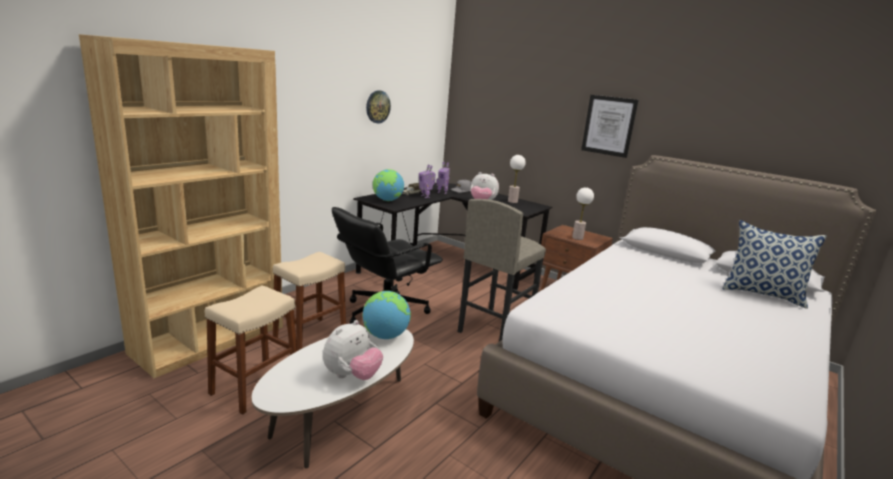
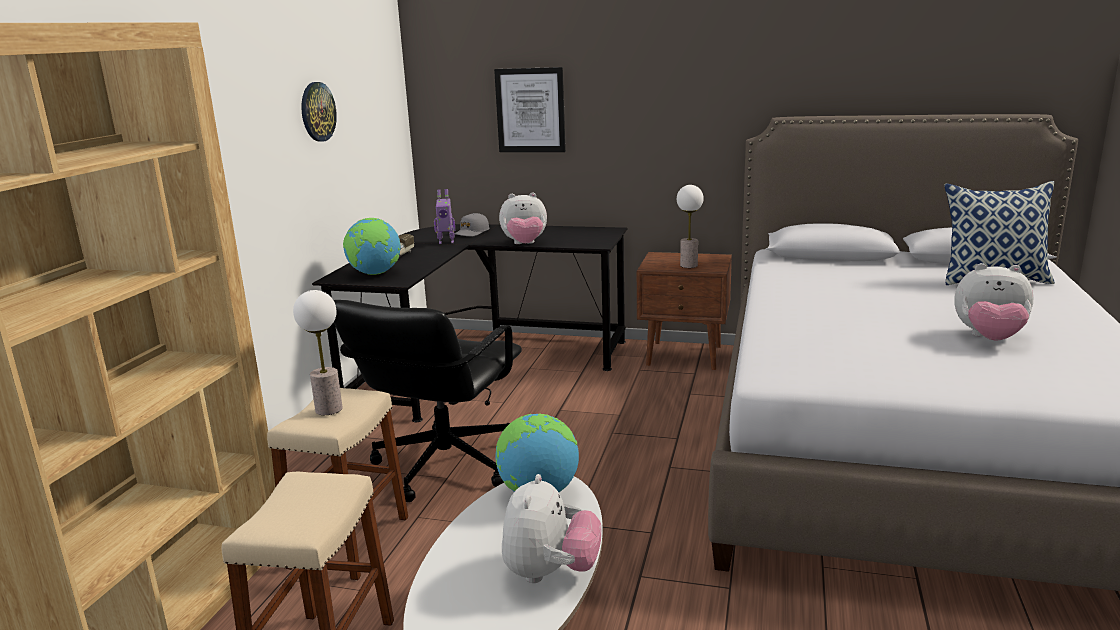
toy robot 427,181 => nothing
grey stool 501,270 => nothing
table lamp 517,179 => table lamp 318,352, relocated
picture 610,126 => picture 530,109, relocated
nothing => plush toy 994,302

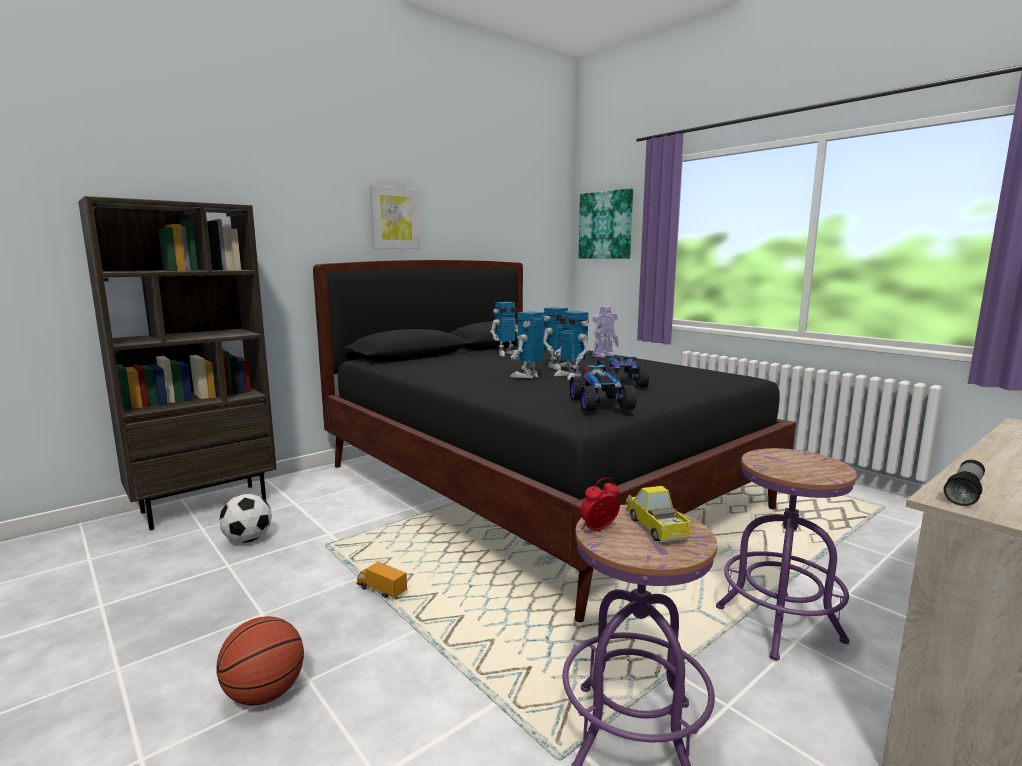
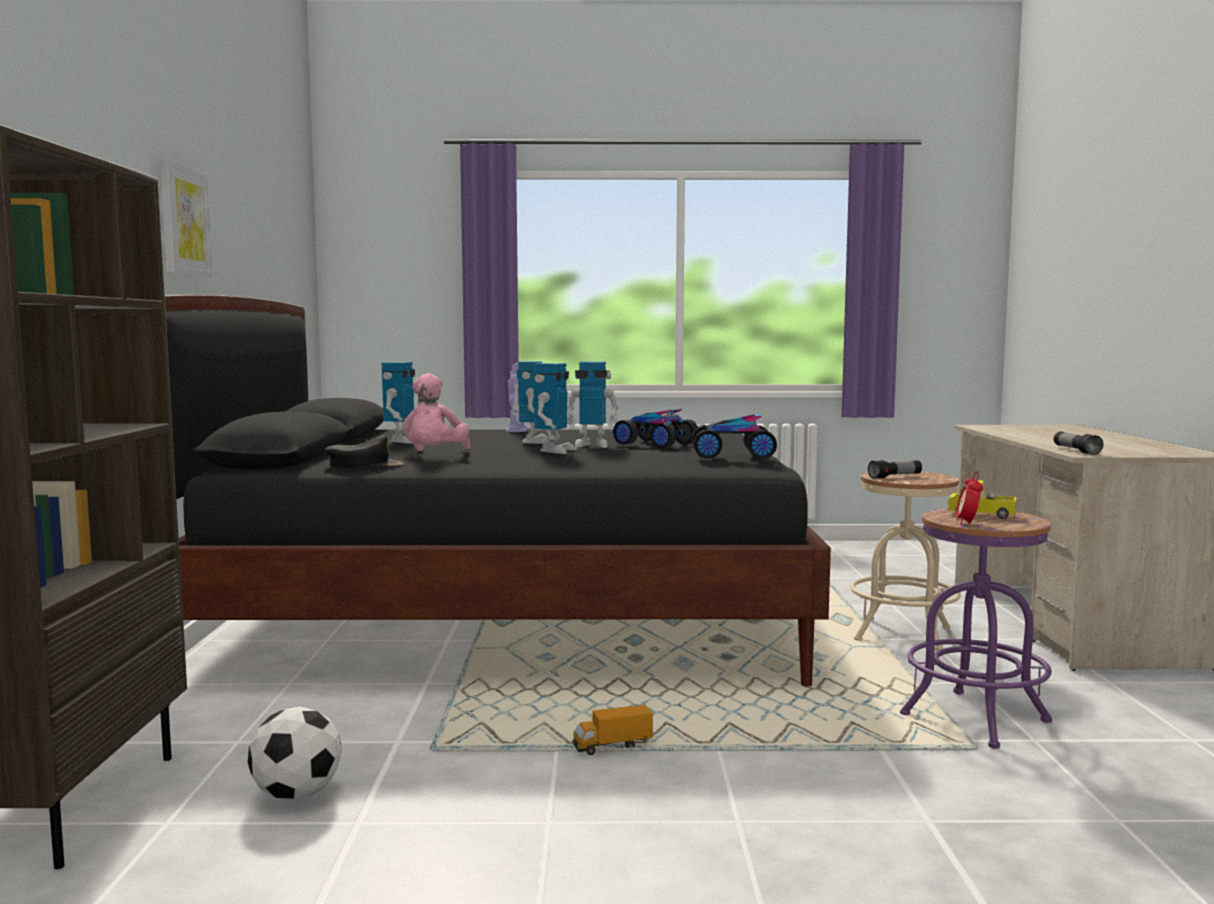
basketball 260,660 => nothing
toy robot 527,344 => toy robot 555,408, 150 degrees counterclockwise
toy car 603,388 => toy car 734,436, 150 degrees clockwise
picture 606,223 => nothing
purple stool 786,554 => beige stool 905,561
nothing => black cap 365,451
nothing => pink plush toy 436,412
nothing => flashlight 895,469

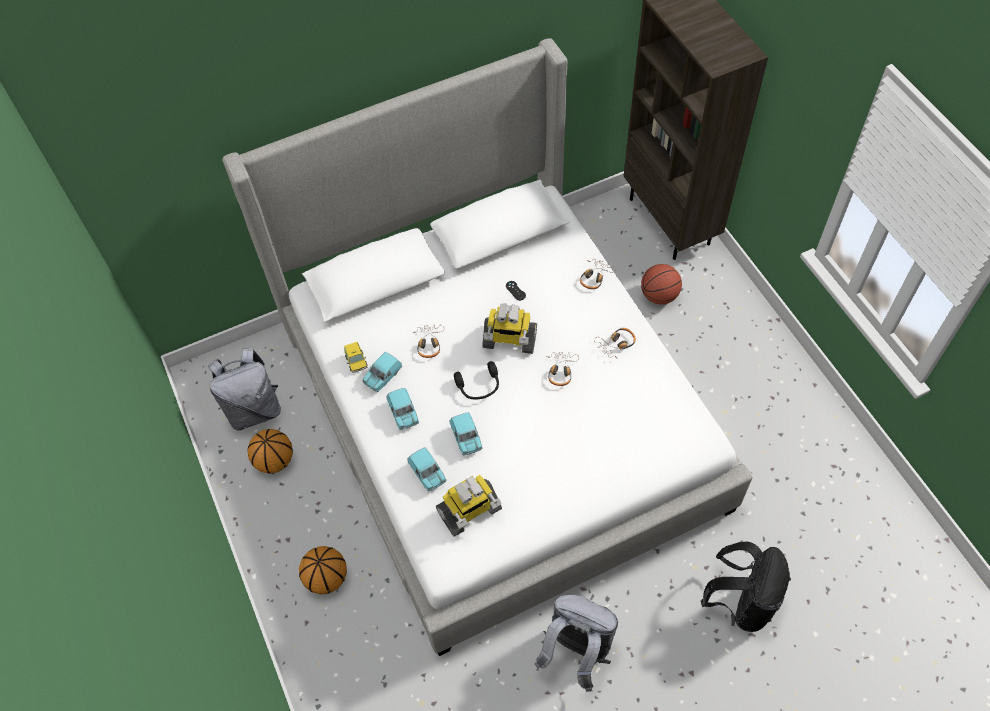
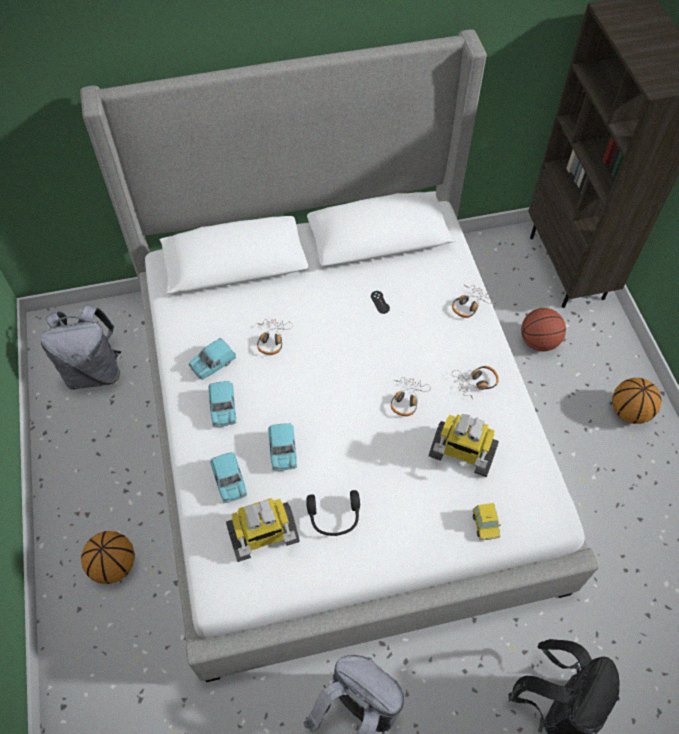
basketball 270,451 => basketball 636,401, relocated
toy car 356,357 => toy car 487,521, relocated
black headphones 476,380 => black headphones 333,513, relocated
toy robot 509,328 => toy robot 464,445, relocated

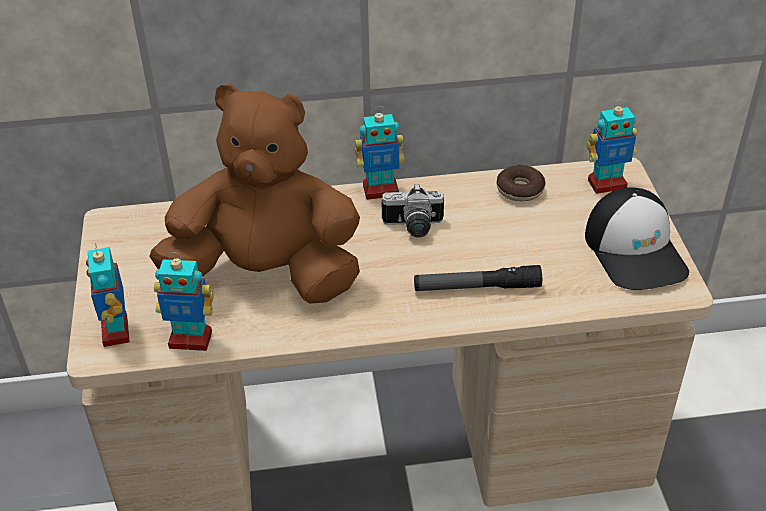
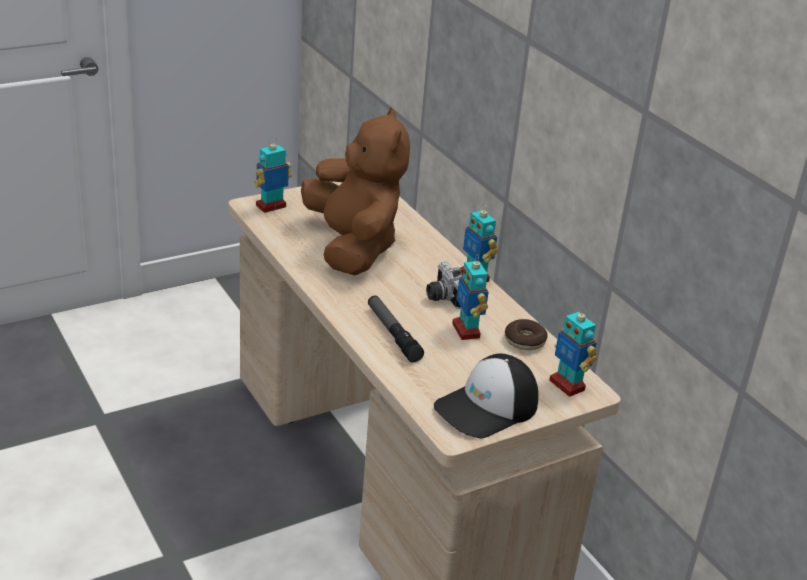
toy robot 184,301 => toy robot 470,297, relocated

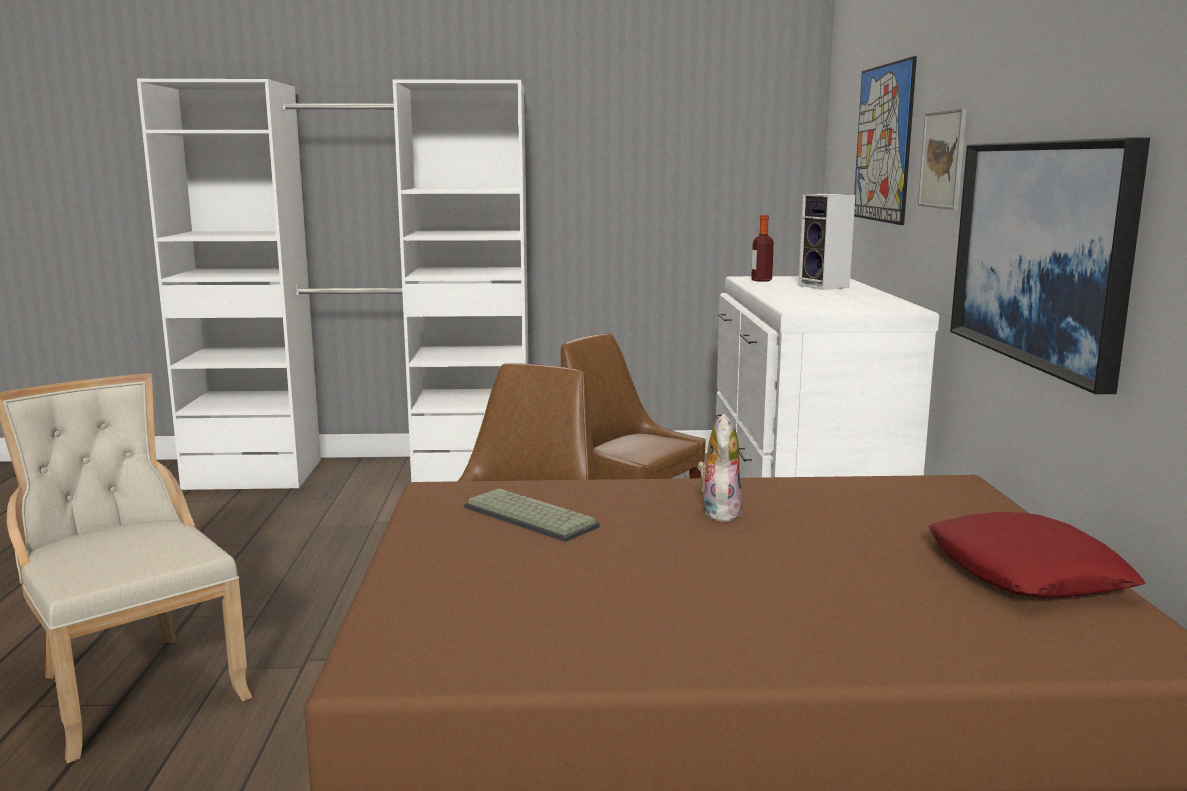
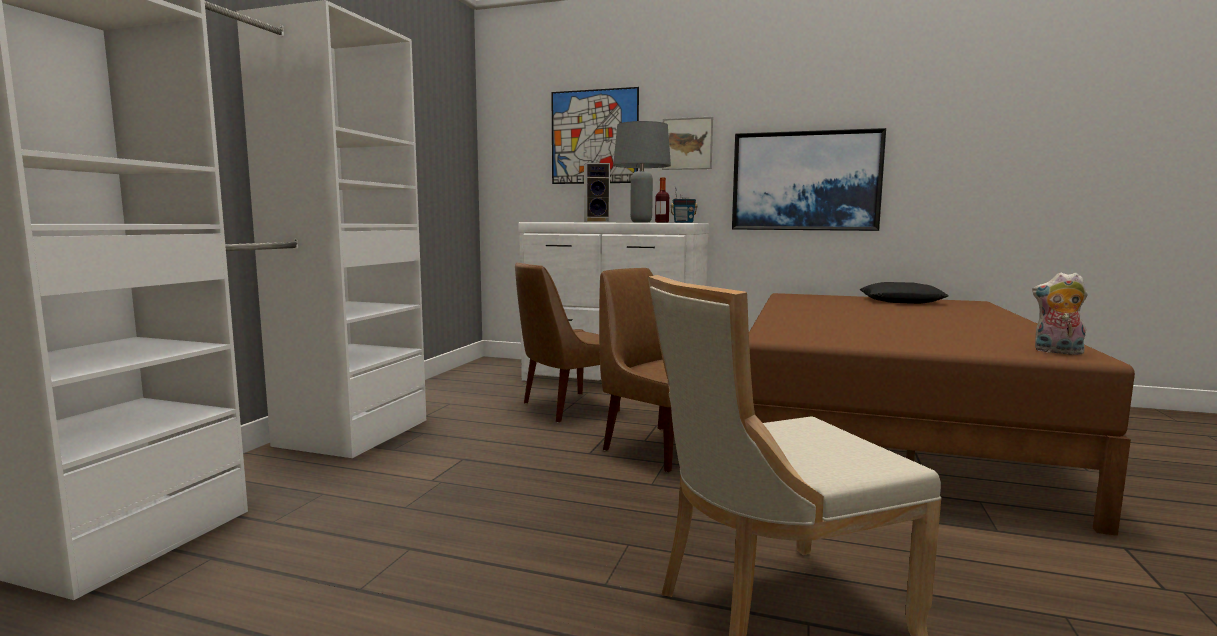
keyboard 532,515 => nothing
plush toy 719,468 => plush toy 1060,313, relocated
bottle 762,248 => bottle 662,200, relocated
red pillow 1036,555 => black pillow 904,293
nothing => grey table lamp 642,172
nothing => radio 684,205

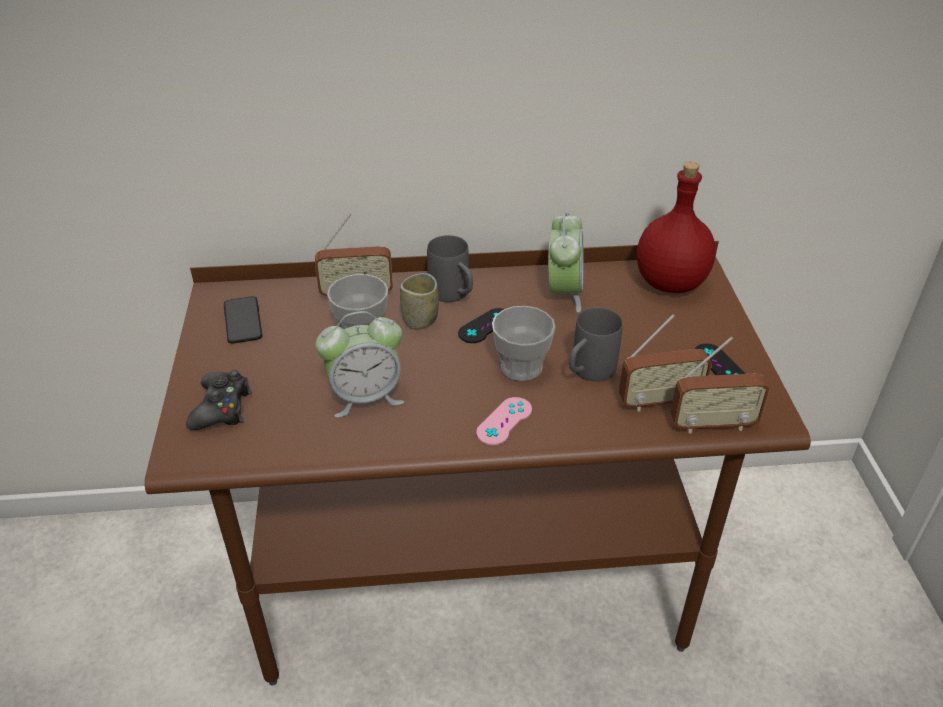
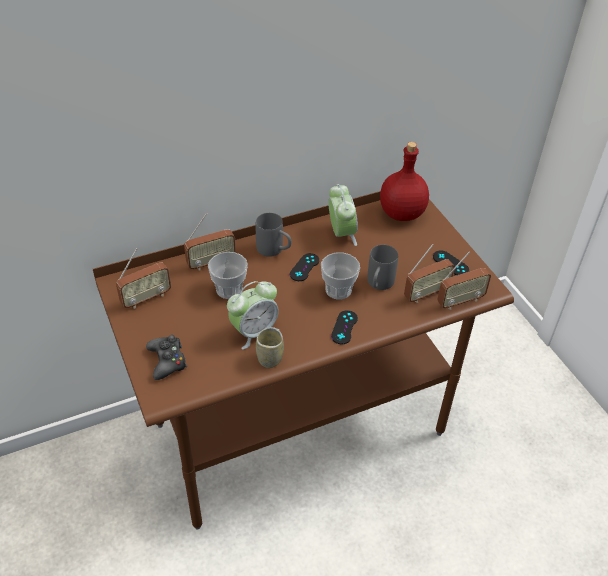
phone 243,320 => radio 143,279
cup 419,301 => cup 270,347, relocated
pink game controller 504,421 => black game controller 344,327

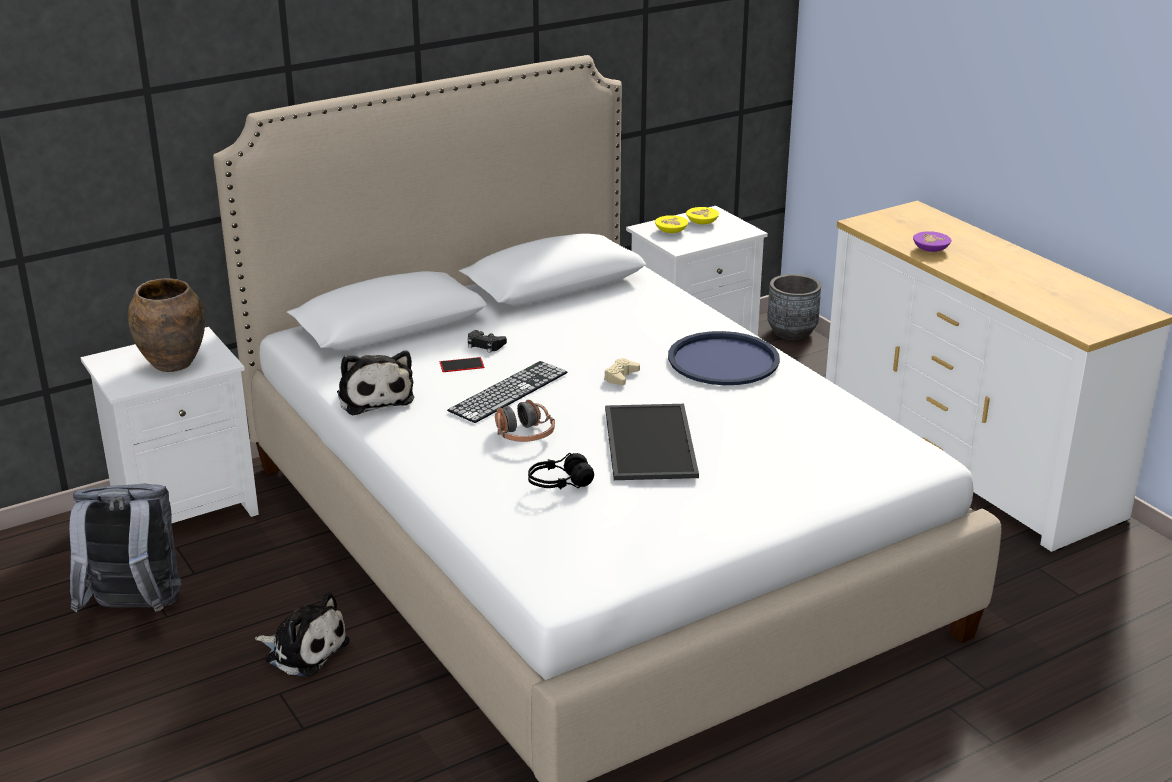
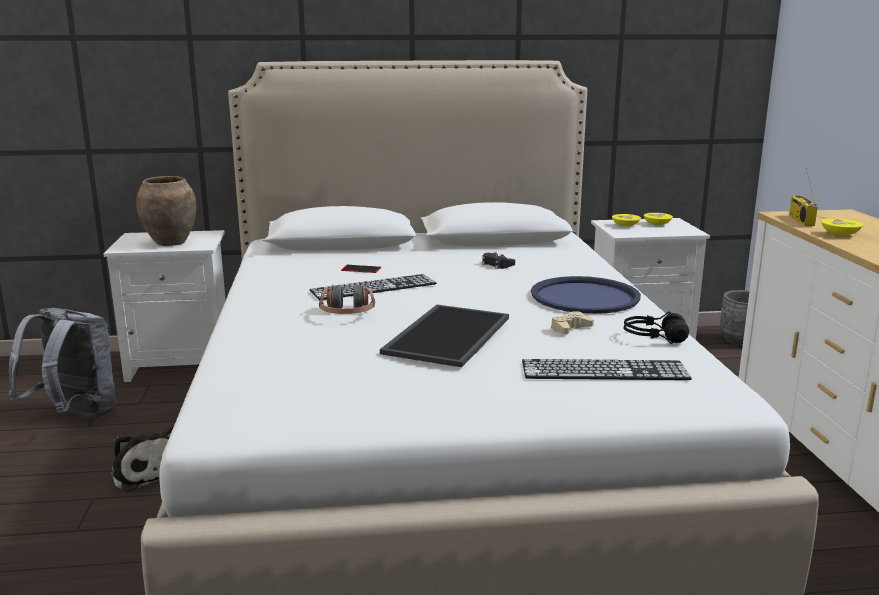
plush toy 376,383 => nothing
black game controller 487,341 => black game controller 498,260, relocated
black headphones 561,471 => black headphones 656,328, relocated
beige game controller 622,371 => beige game controller 572,322, relocated
purple bowl 932,241 => yellow bowl 842,227
nothing => keyboard 607,369
nothing => radio 803,197

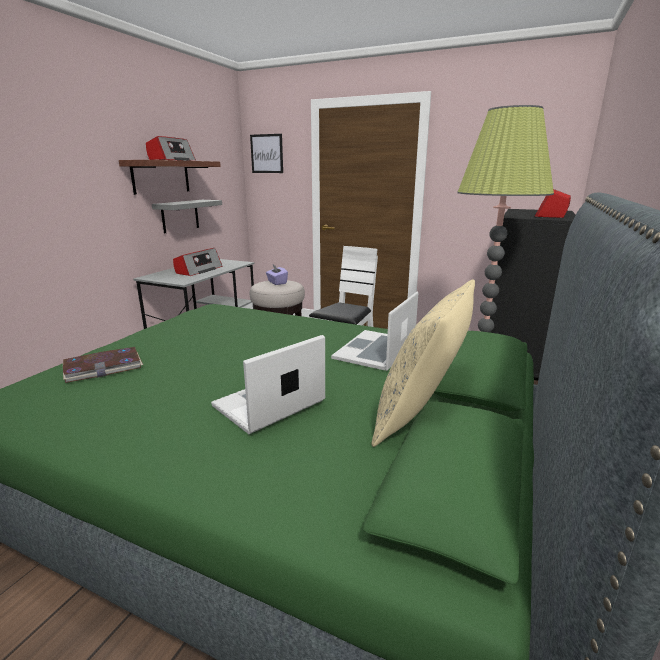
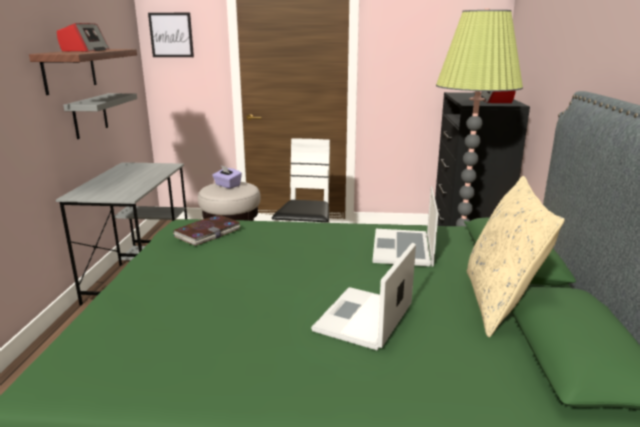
book 103,365 => book 206,230, relocated
radio 198,262 => nothing

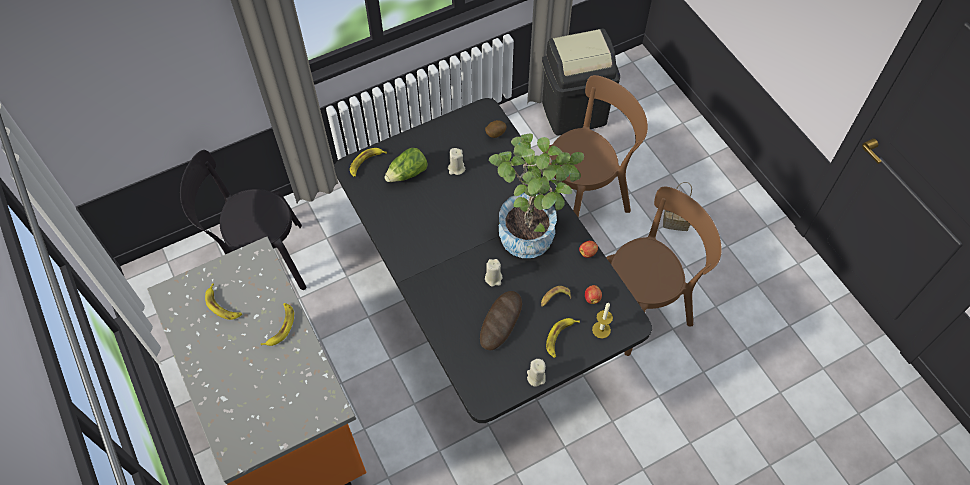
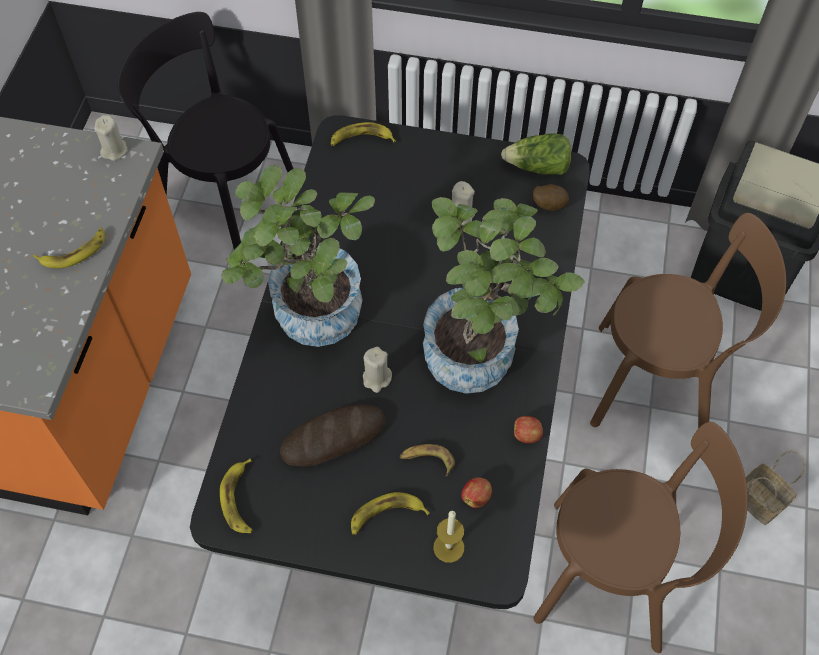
banana 223,301 => banana 236,496, relocated
lettuce 406,165 => lettuce 536,154, relocated
beige candle 536,373 => beige candle 111,138, relocated
nothing => potted plant 298,256

